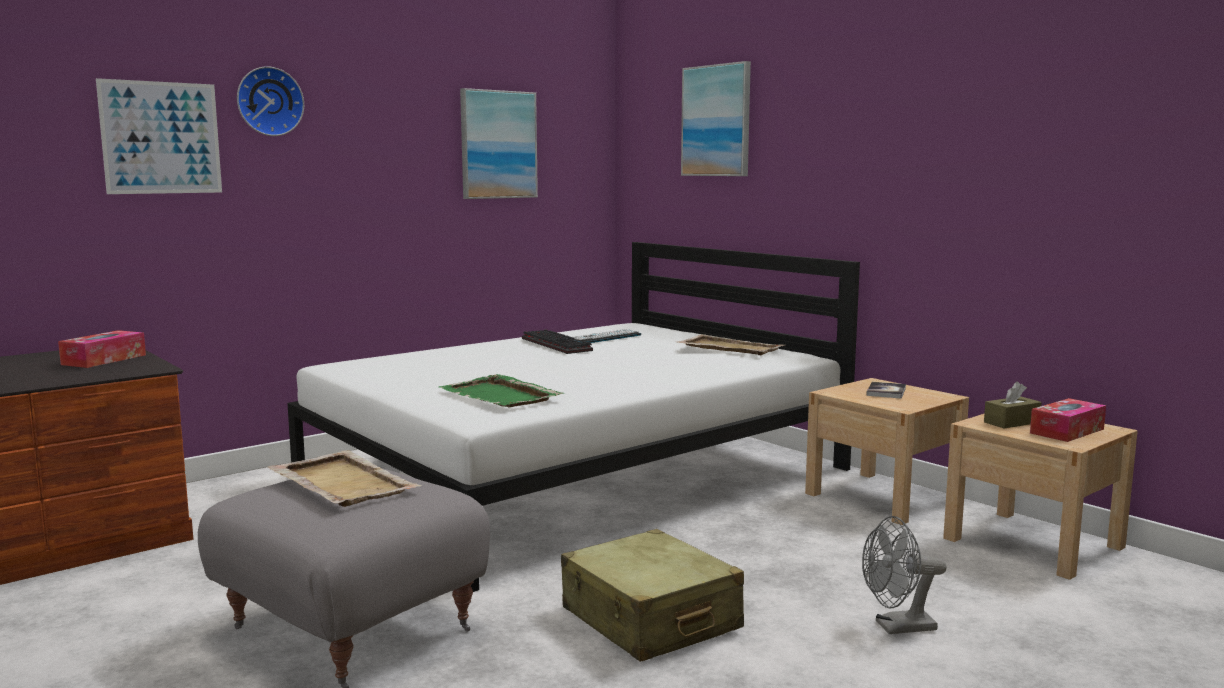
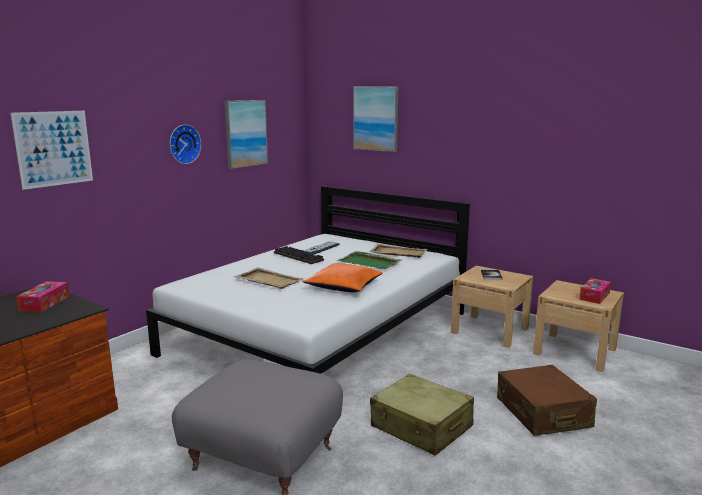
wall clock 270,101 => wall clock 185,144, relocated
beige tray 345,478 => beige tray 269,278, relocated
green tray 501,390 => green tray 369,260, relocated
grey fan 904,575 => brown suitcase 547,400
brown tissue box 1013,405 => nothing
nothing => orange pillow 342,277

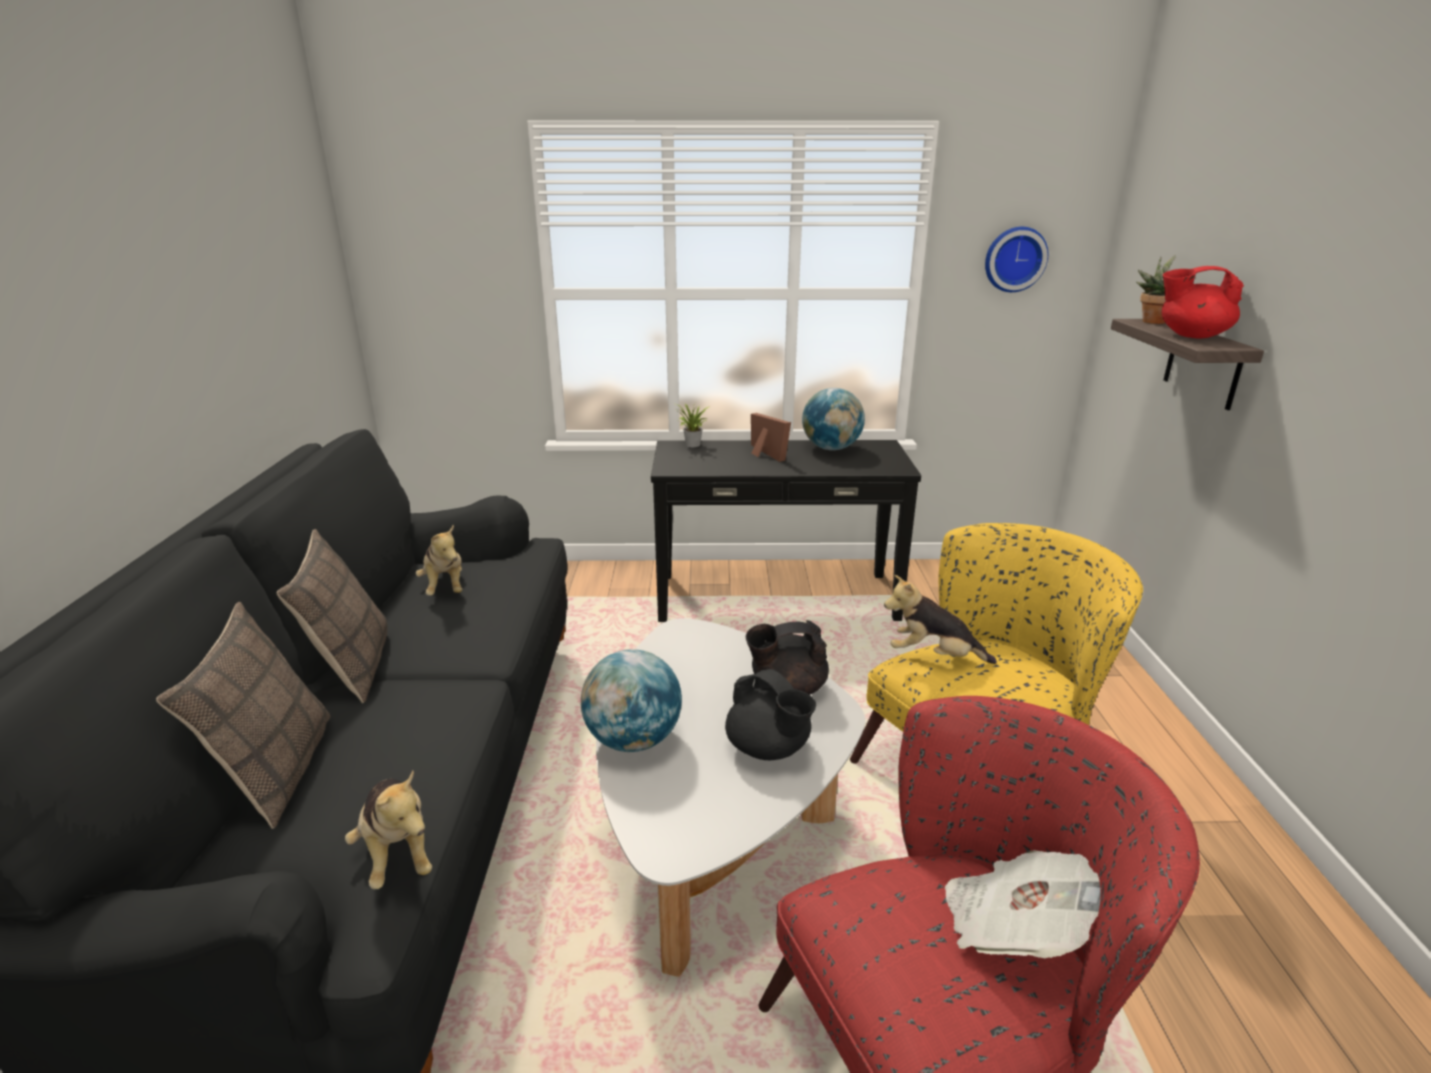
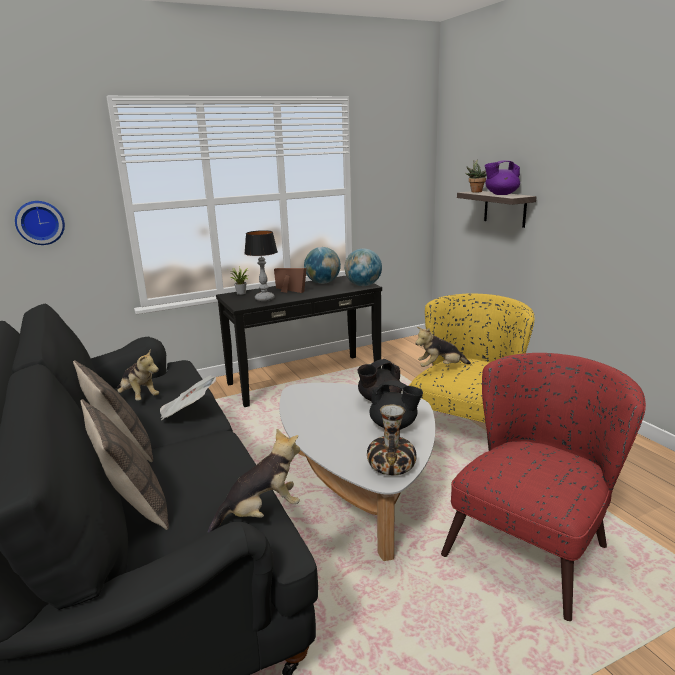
plush toy 388,830 => plush toy 254,481, 60 degrees counterclockwise
globe 631,700 => globe 363,267, relocated
newspaper 1023,904 => newspaper 188,397, relocated
wall clock 1016,259 => wall clock 40,223, relocated
red teapot 1203,302 => purple teapot 502,177
nothing => table lamp 261,265
nothing => vase 392,439

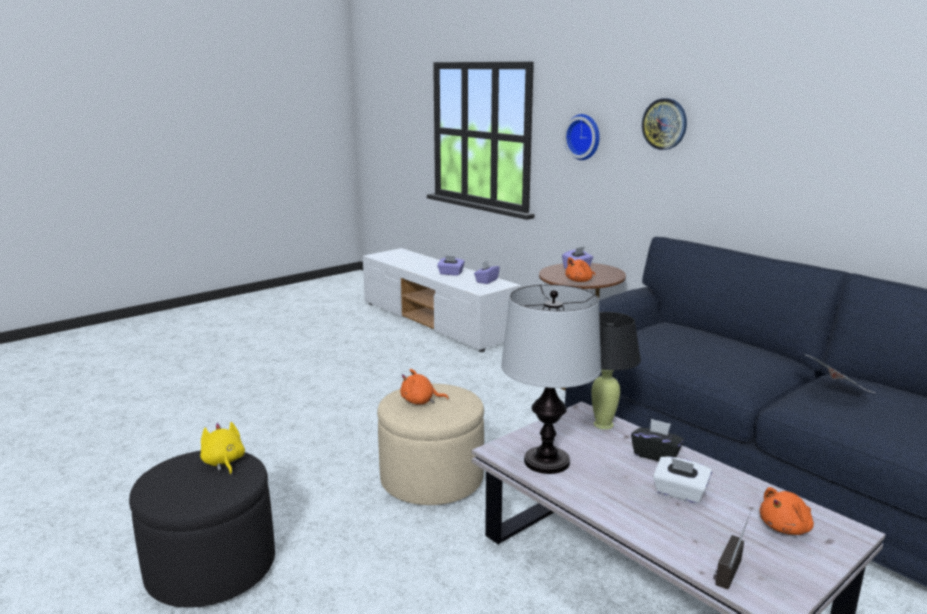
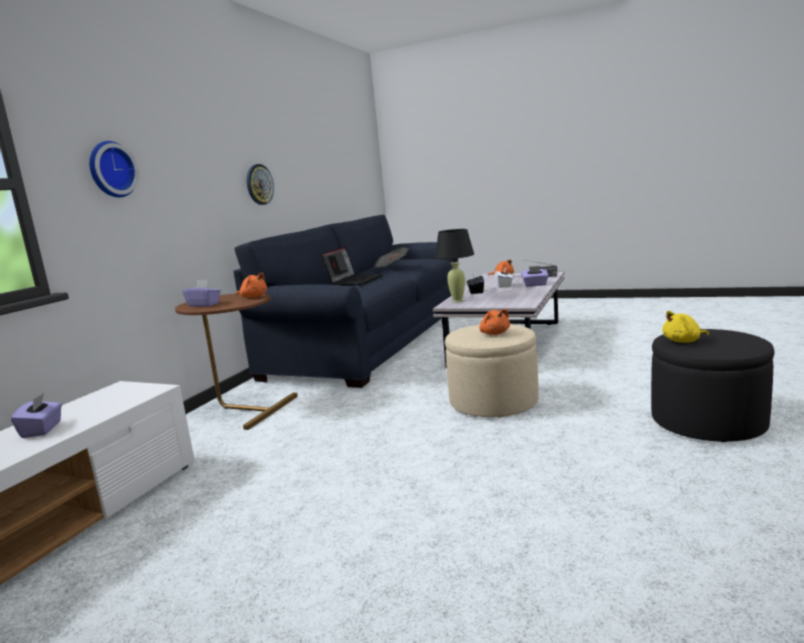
yellow plush toy 222,448 => yellow plush toy 685,327, 45 degrees clockwise
purple tissue box 487,272 => purple tissue box 534,276, relocated
table lamp 551,379 => nothing
wall clock 664,124 => wall clock 260,184, relocated
nothing => laptop 352,266

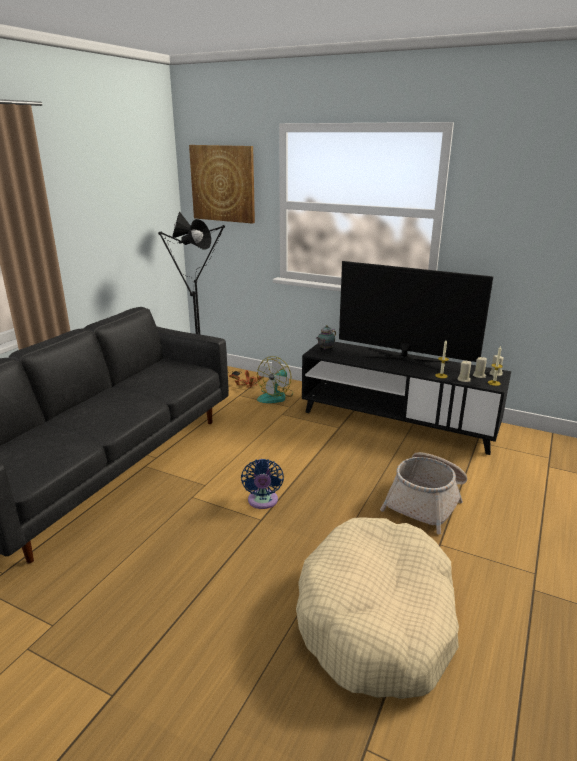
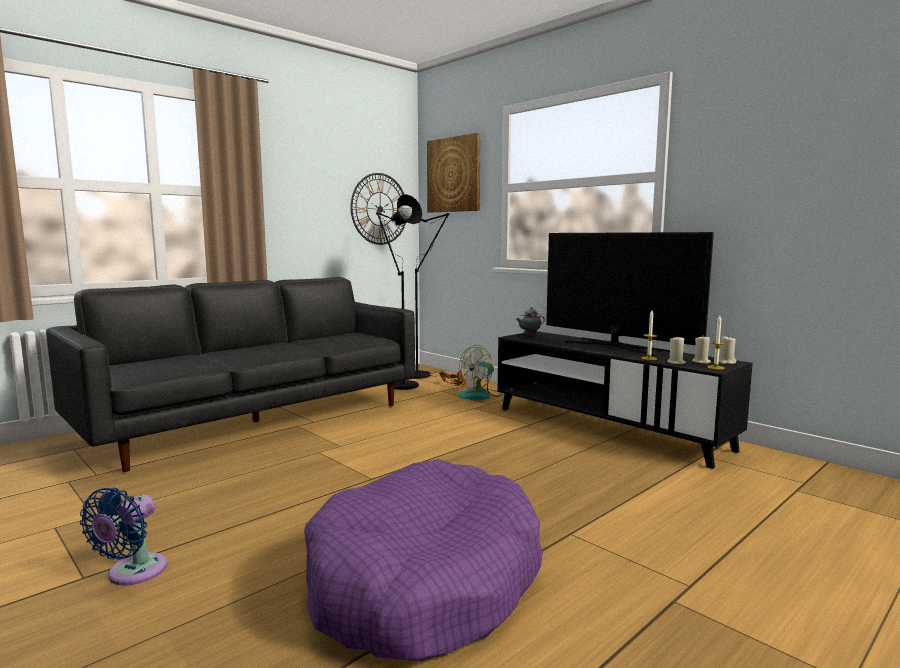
blue fan 262,484 => blue fan 123,536, relocated
beige dog bed 377,608 => purple dog bed 423,560
basket 423,493 => nothing
nothing => wall clock 378,209

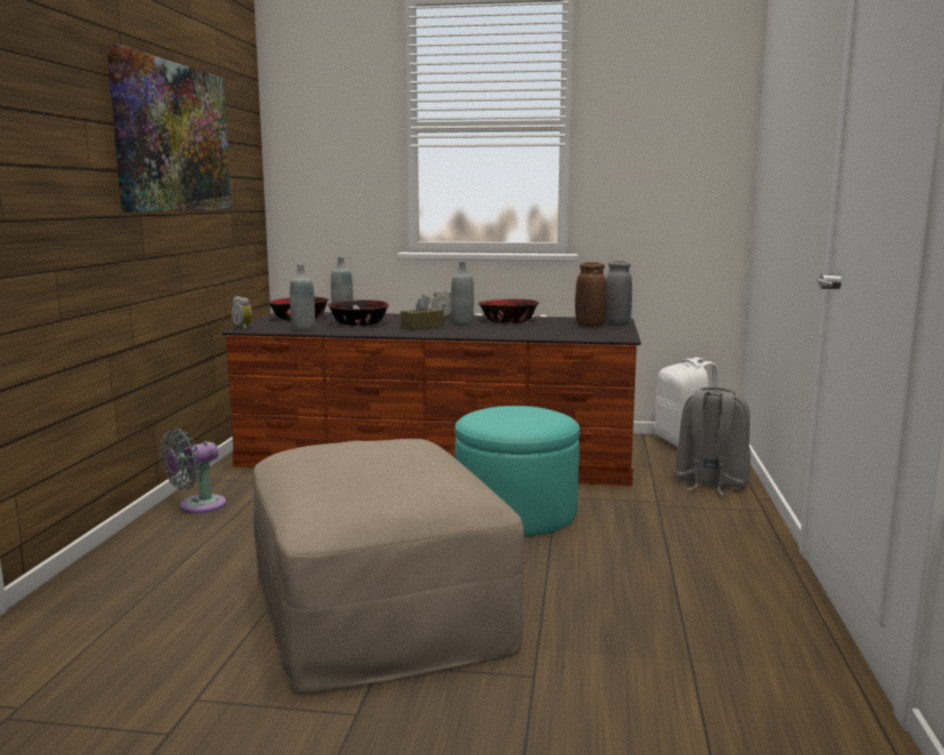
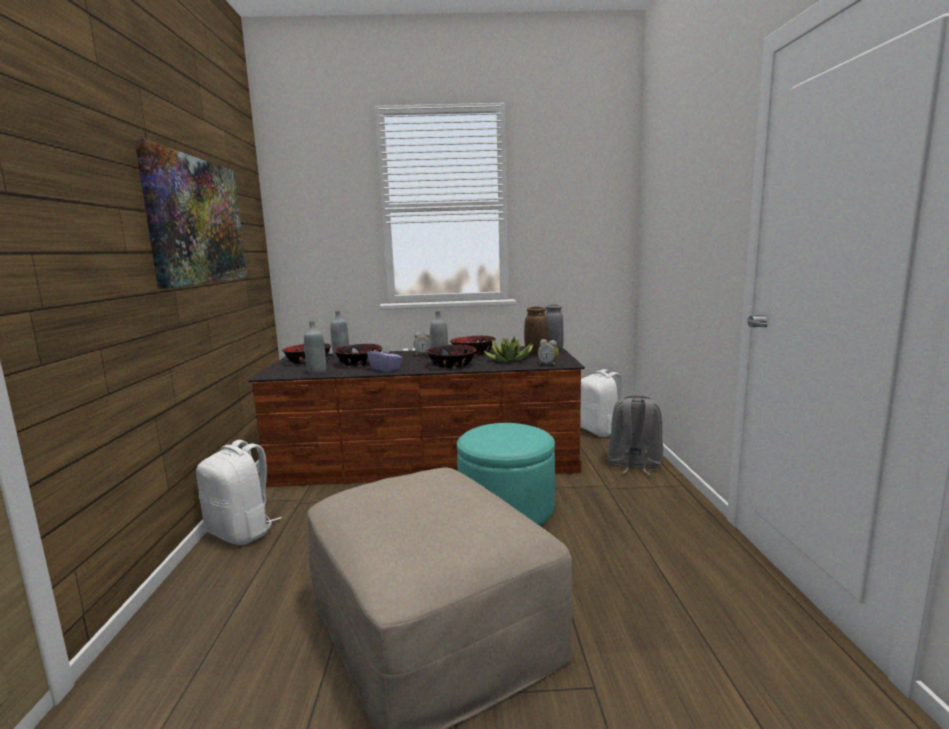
grey fan 193,471 => white backpack 239,492
alarm clock 241,313 => alarm clock 548,352, relocated
brown tissue box 422,312 => nothing
nothing => purple tissue box 385,357
nothing => bowl 451,356
nothing => potted plant 508,349

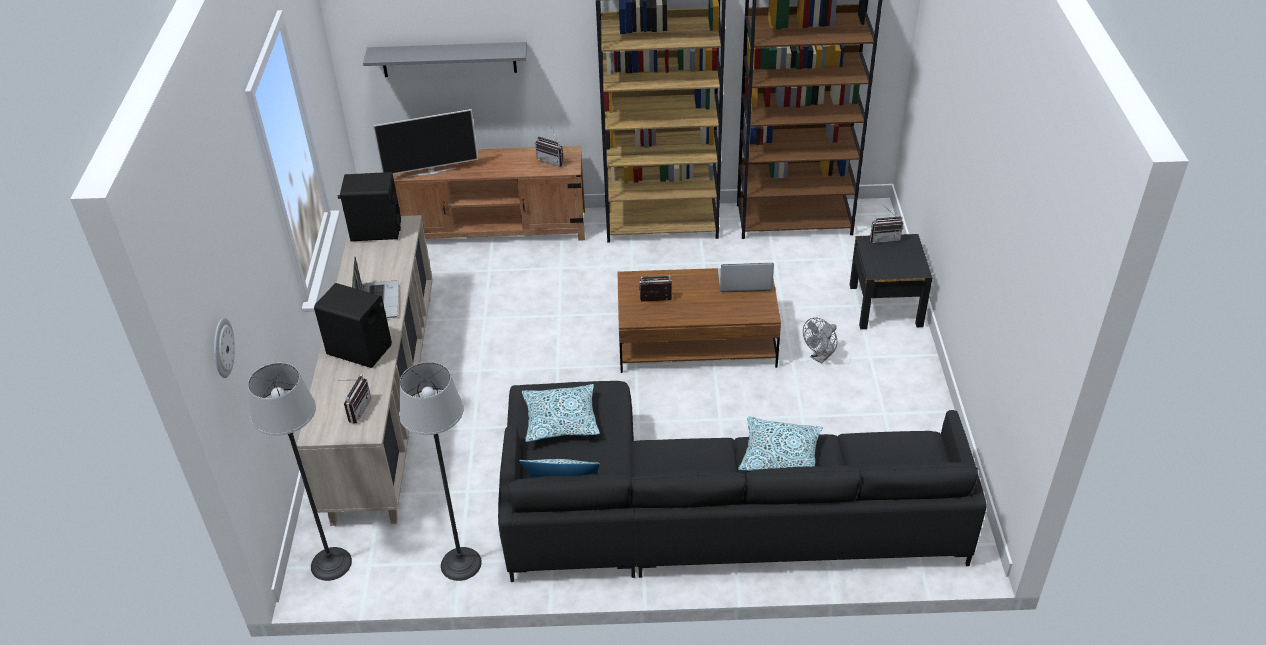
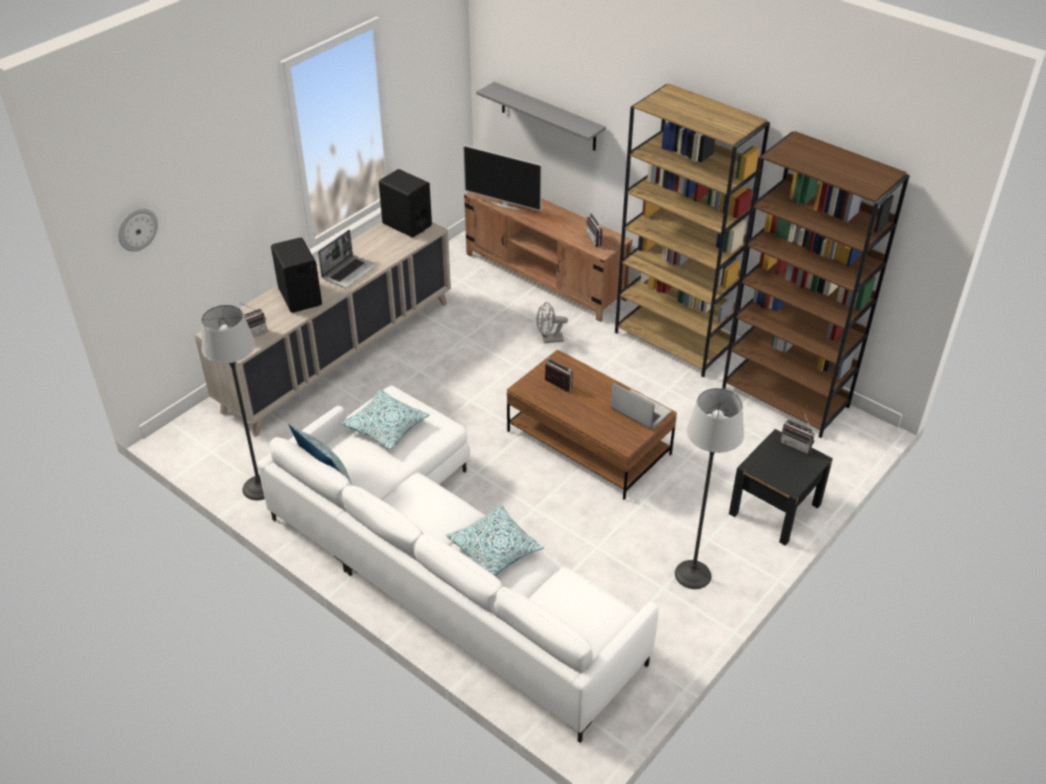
floor lamp 300,472 => floor lamp 709,488, relocated
black sofa 742,481 => white sofa 458,564
grey fan 820,341 => grey fan 552,322, relocated

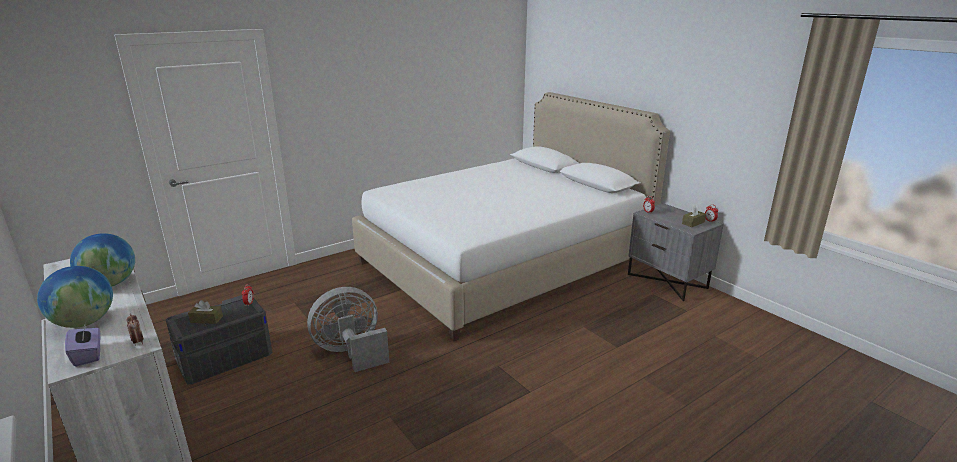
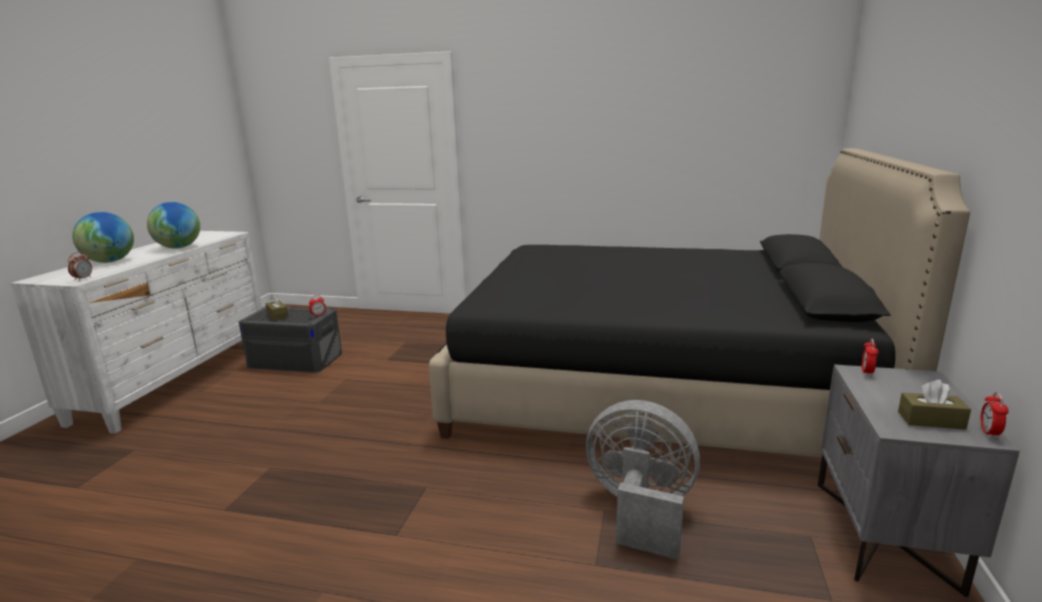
purple tissue box 82,345 => nothing
grey fan 348,329 => grey fan 643,480, relocated
white bed 511,216 => black bed 699,302

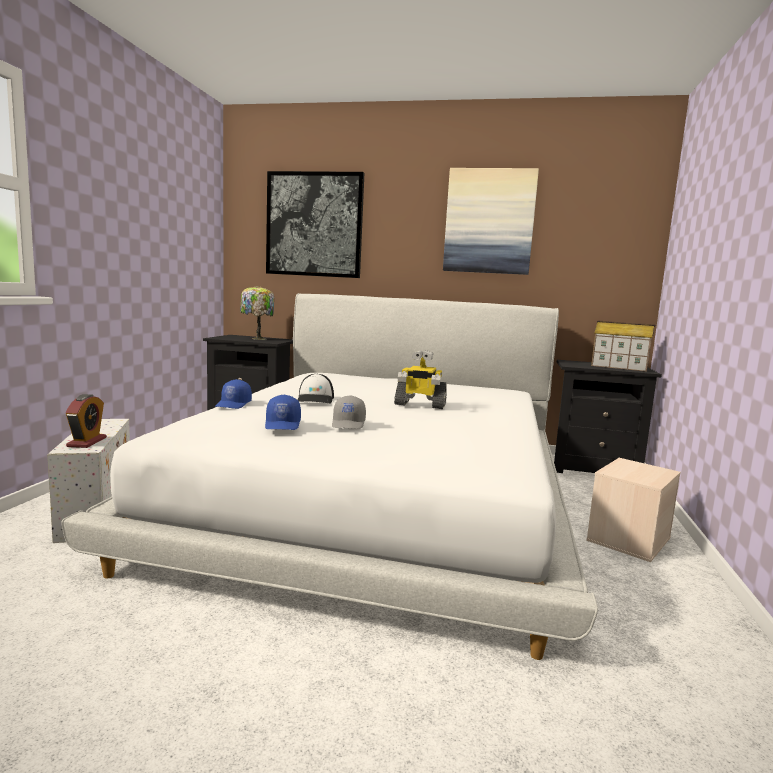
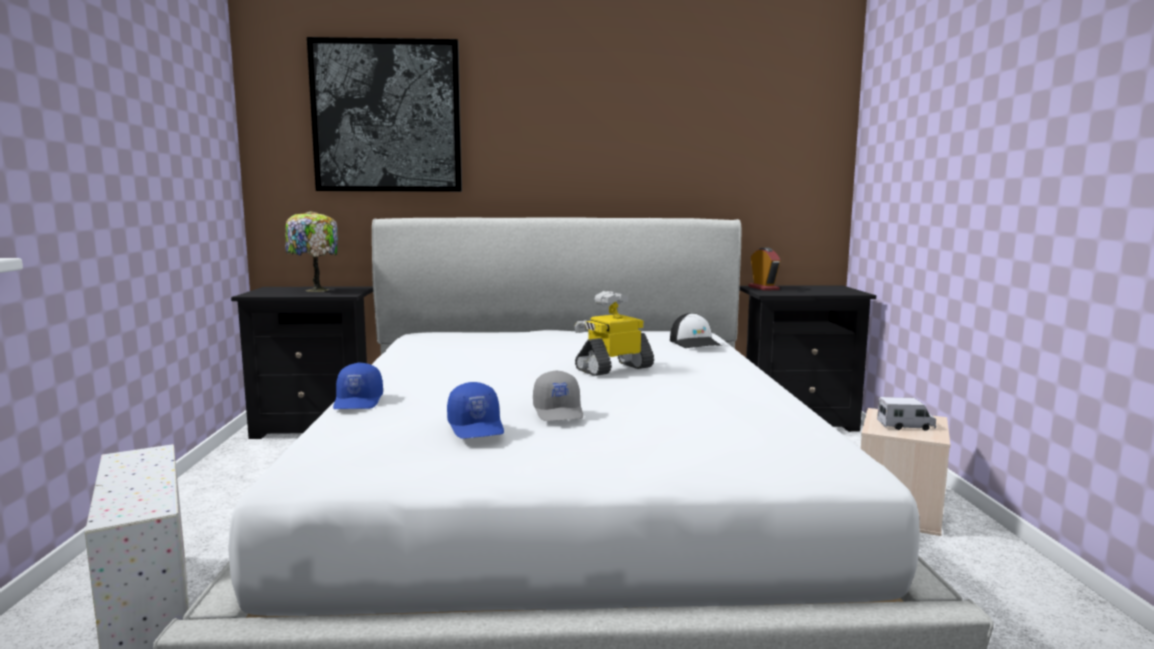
alarm clock 86,421 => alarm clock 764,269, relocated
cap 315,388 => cap 696,330, relocated
toy robot 420,379 => toy robot 614,333, 150 degrees clockwise
picture 491,221 => nothing
toy house 623,346 => nothing
nothing => toy truck 906,414

